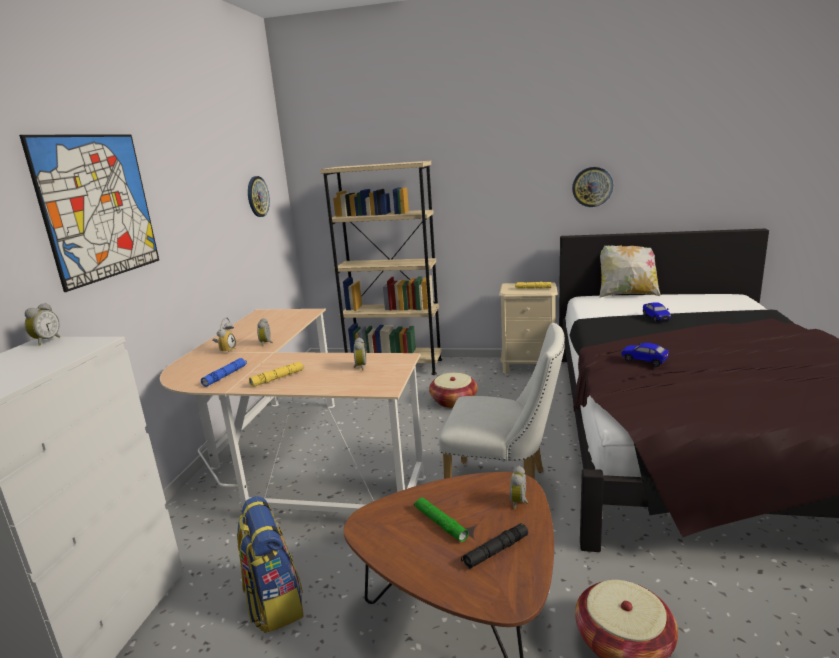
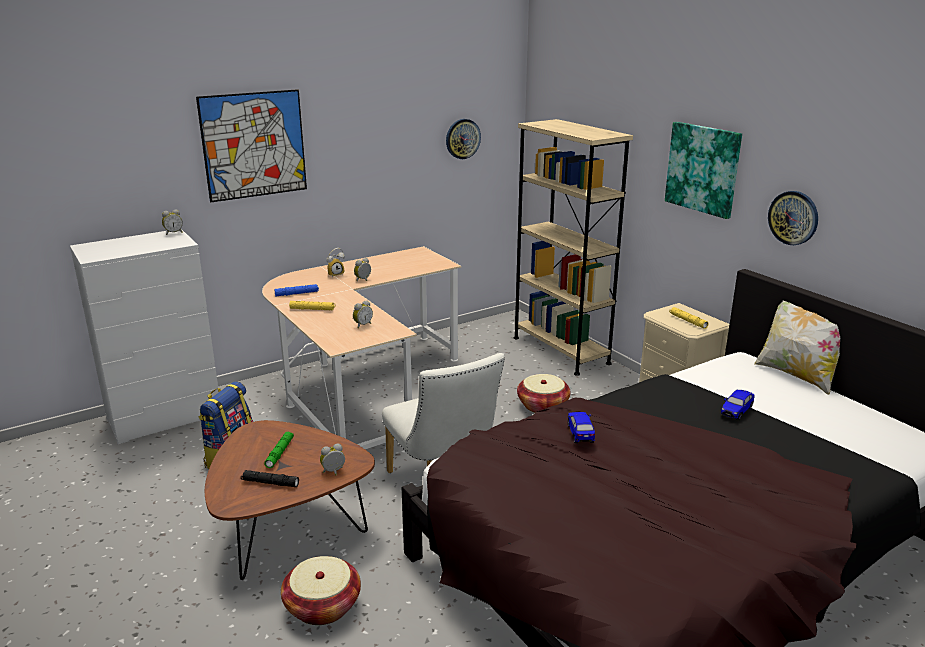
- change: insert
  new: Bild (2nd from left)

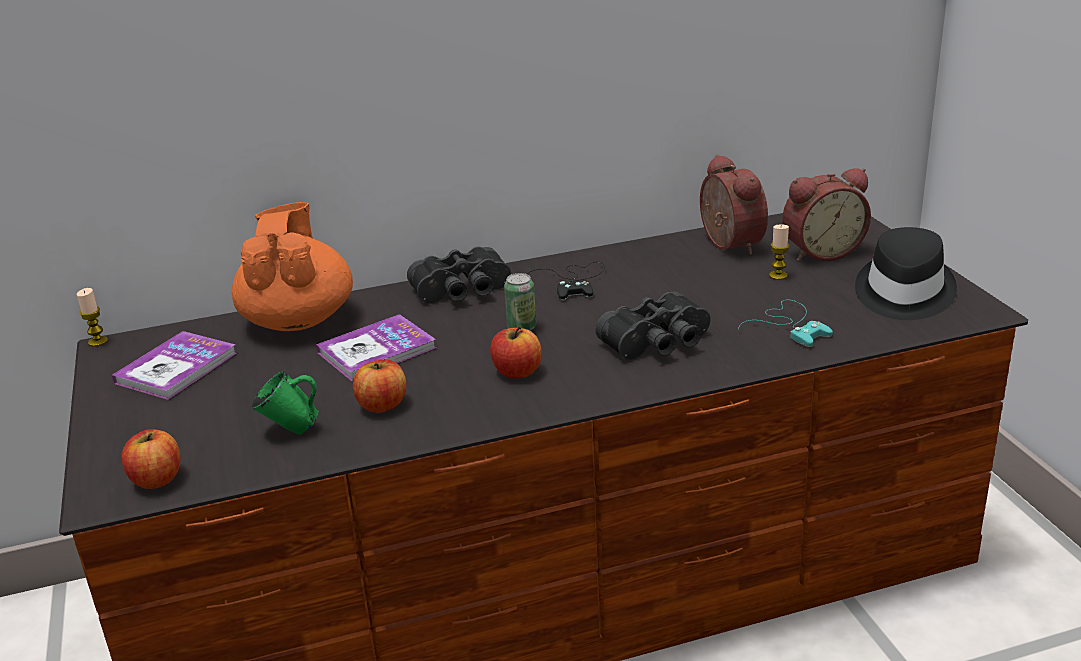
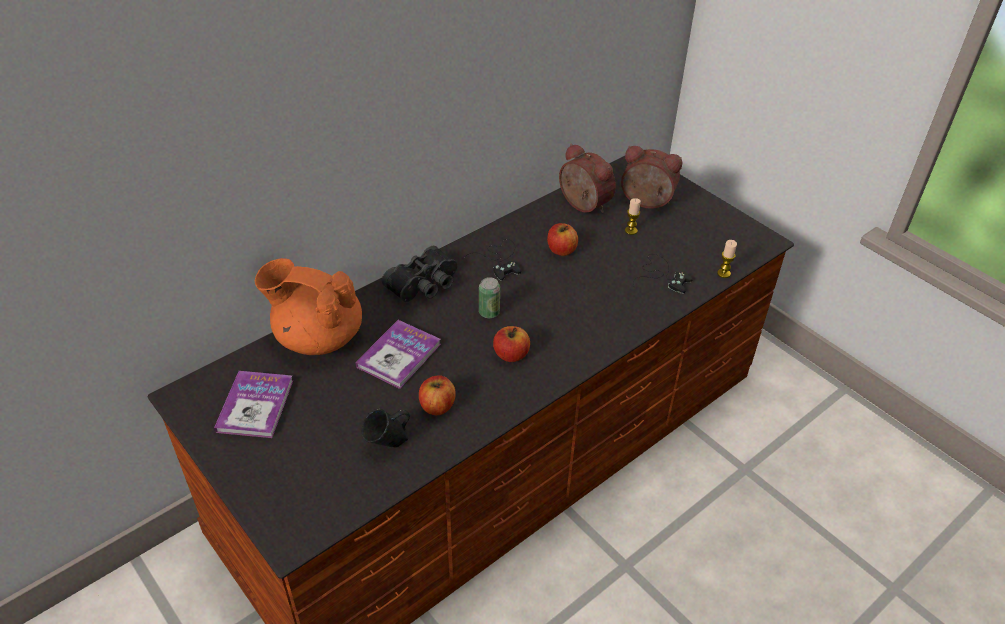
- change: rotate
  old: Teekanne (orange)
  degrees: -45
- change: recolor
  old: Henkelbecher (grün)
  new: Henkelbecher (schwarz)
- change: move
  old: Apfel (1st from left in the first image)
  new: Apfel (3rd from left)
- change: rotate
  old: Wecker (2nd from left)
  degrees: -120
- change: recolor
  old: Gamepad (türkis)
  new: Gamepad (schwarz) (2nd from left)
- change: move
  old: Kerze (1st from left in the first image)
  new: Kerze (2nd from left)
- change: delete
  old: Fernglas (schwarz) (2nd from left)
- change: delete
  old: Hut (schwarz)

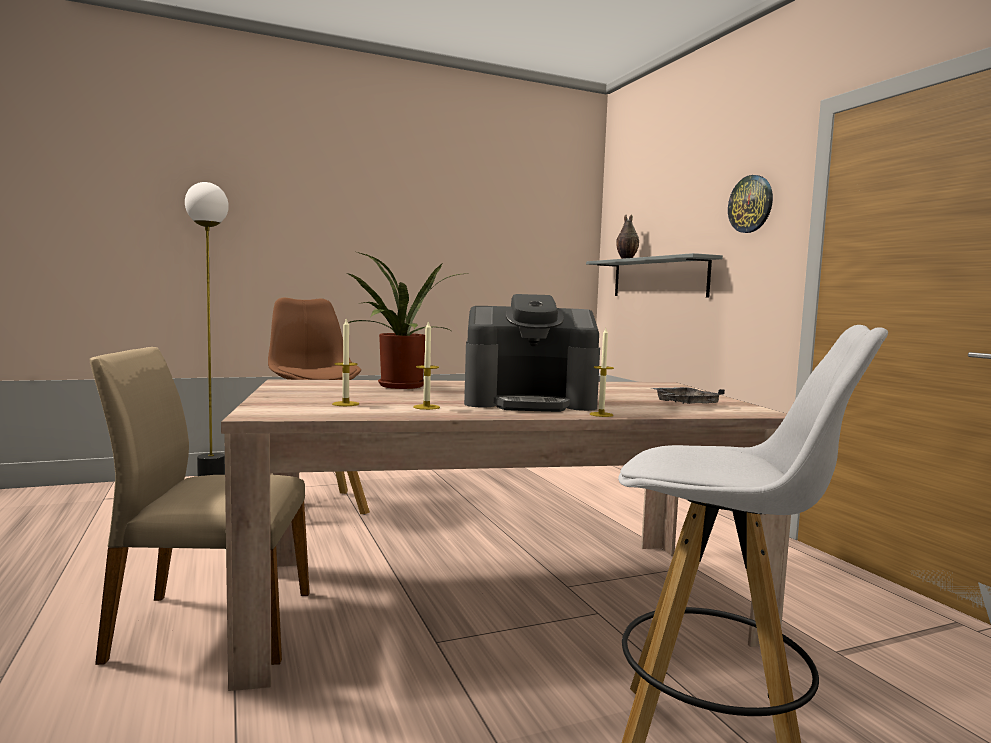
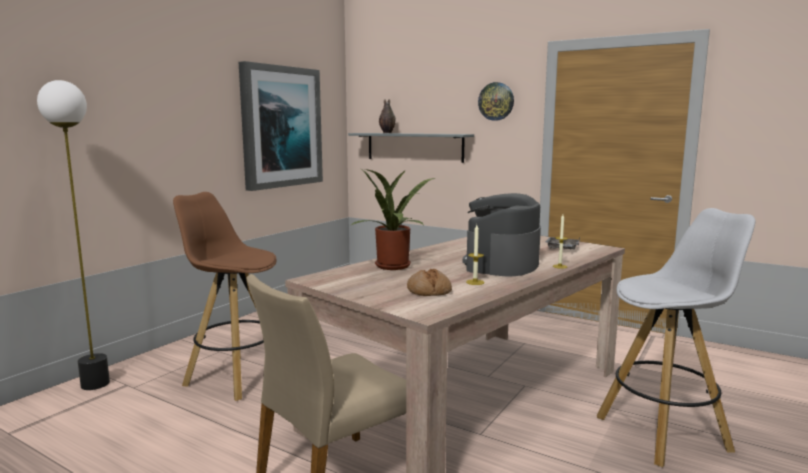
- change: insert
  new: Bild
- change: replace
  old: Kerze (1st from left)
  new: Brot
- change: rotate
  old: Kaffeemaschine
  degrees: 150

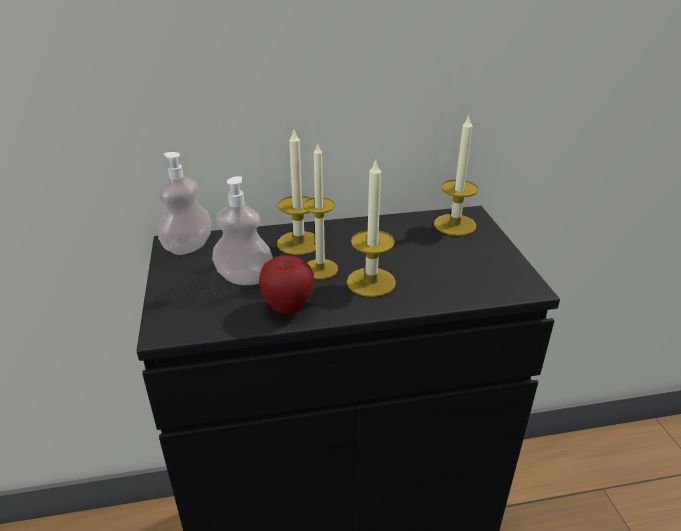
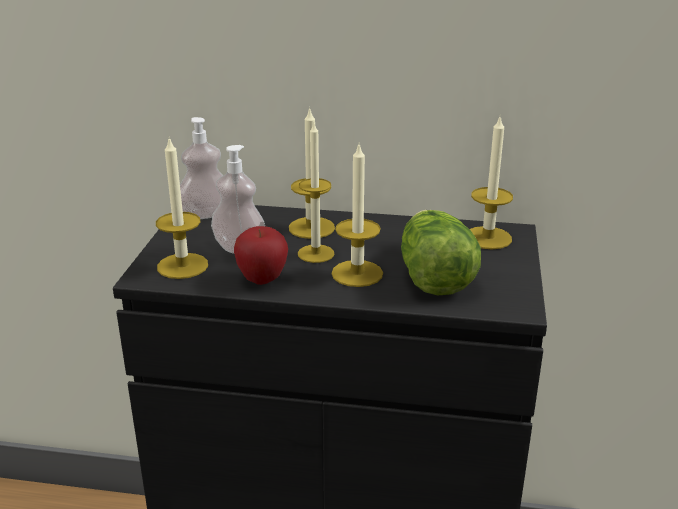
- change: insert
  new: Kerze (1st from left)
- change: insert
  new: Salatkopf

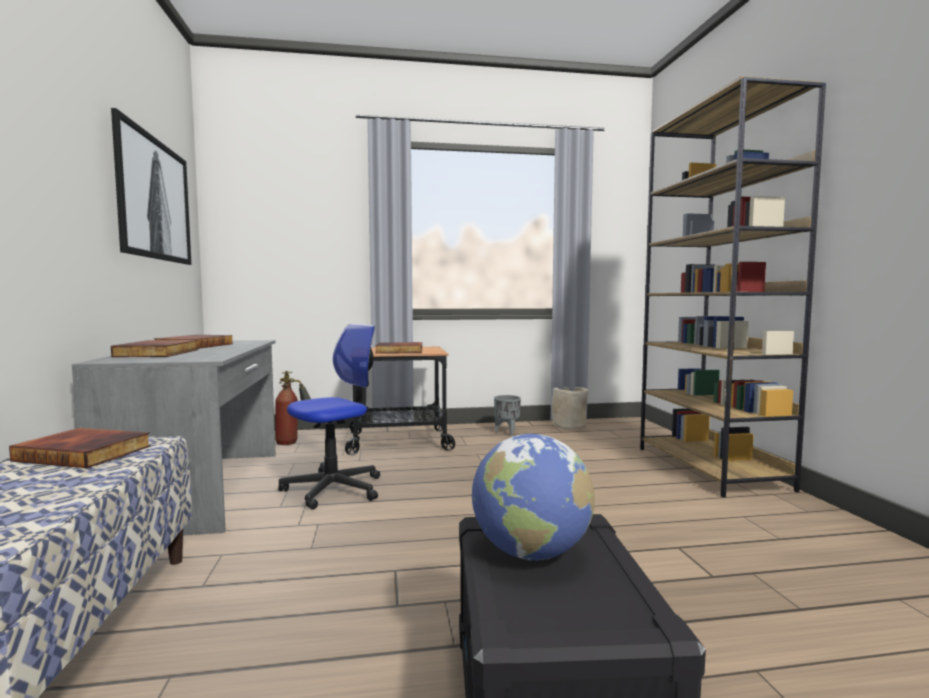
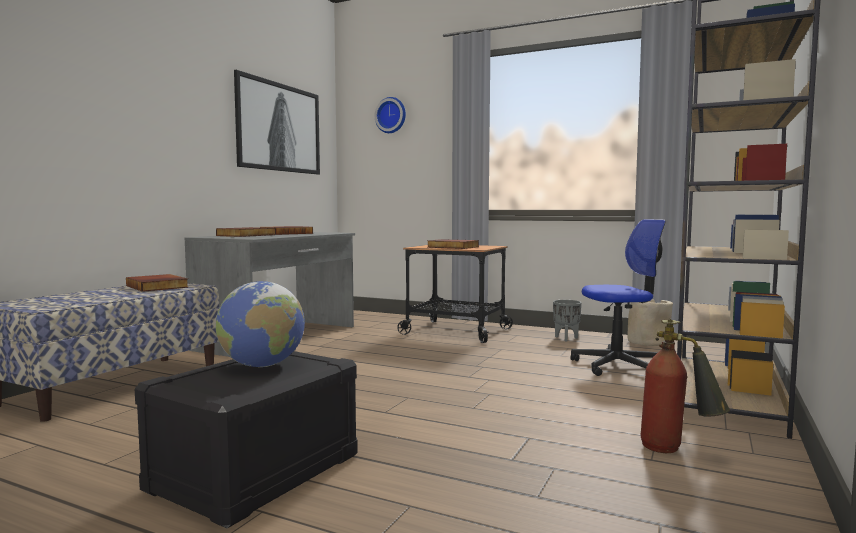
- change: insert
  new: Wanduhr
- change: move
  old: Bürostuhl
- change: move
  old: Feuerlöscher

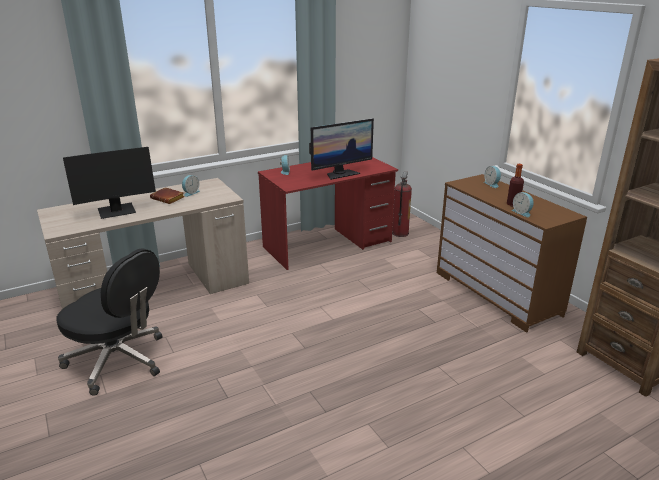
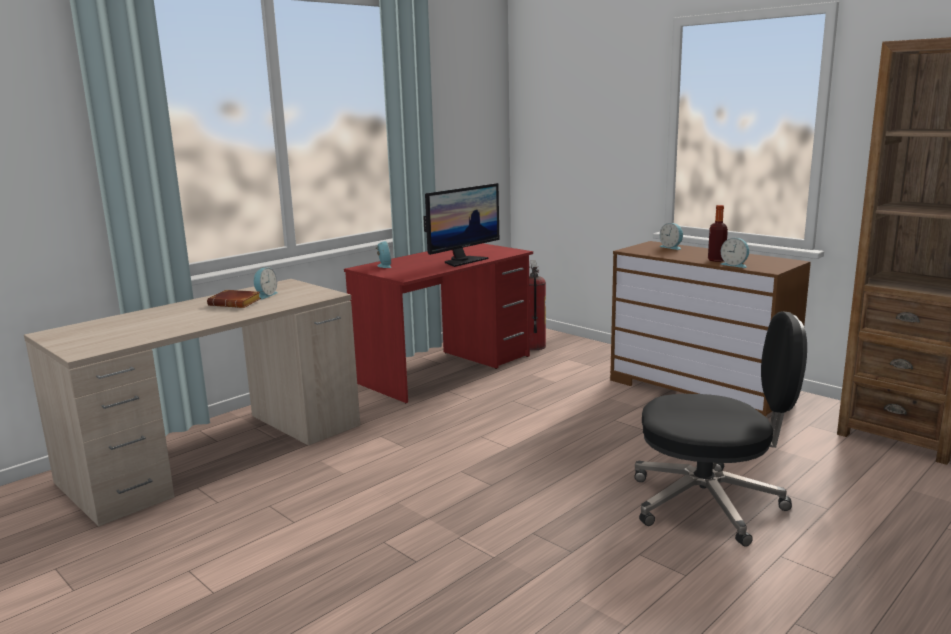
- change: move
  old: Bürostuhl (schwarz)
- change: delete
  old: Monitor (1st from left)

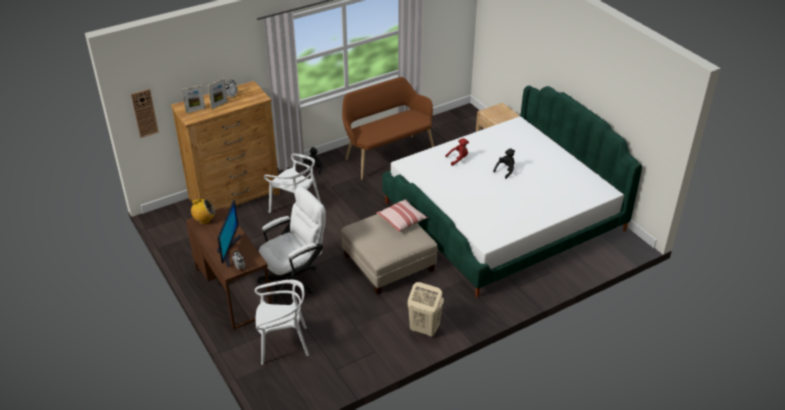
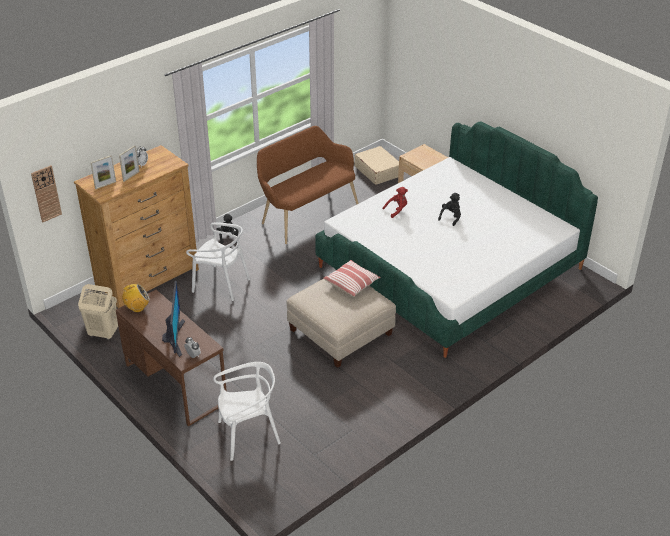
- change: move
  old: Wäschekorb (beige)
- change: insert
  new: Koffer (beige)
- change: delete
  old: Bürostuhl (weiß)

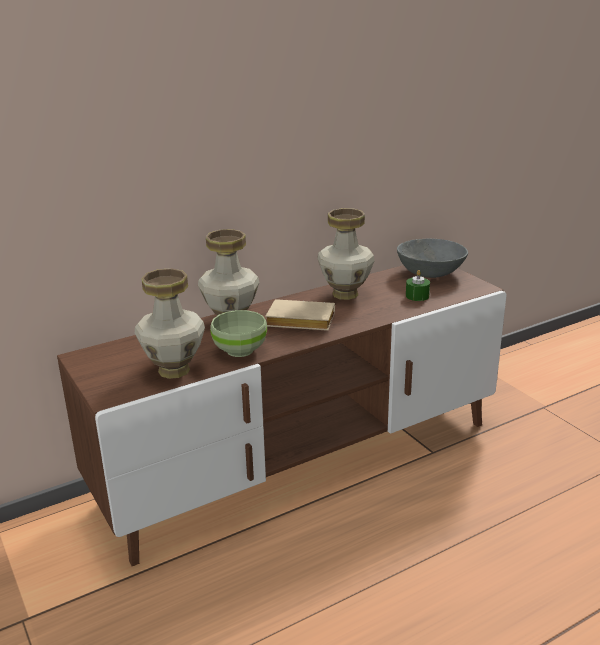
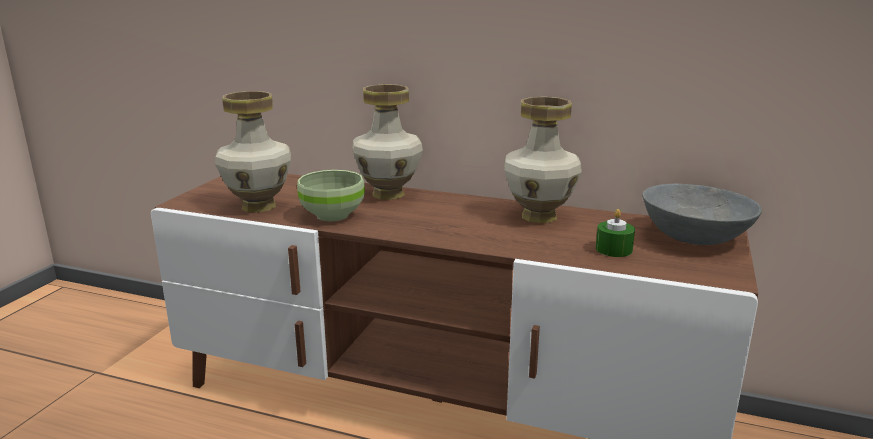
- change: delete
  old: Buch (beige)

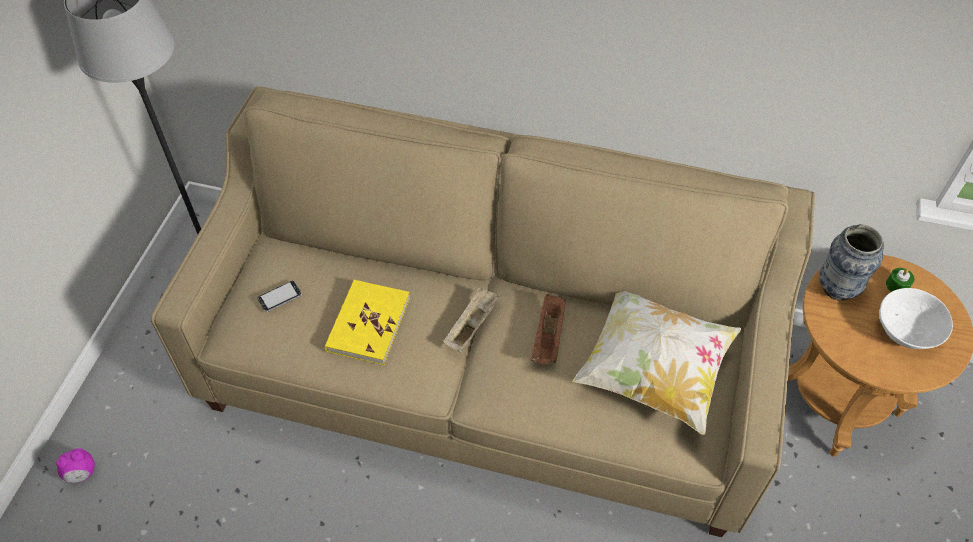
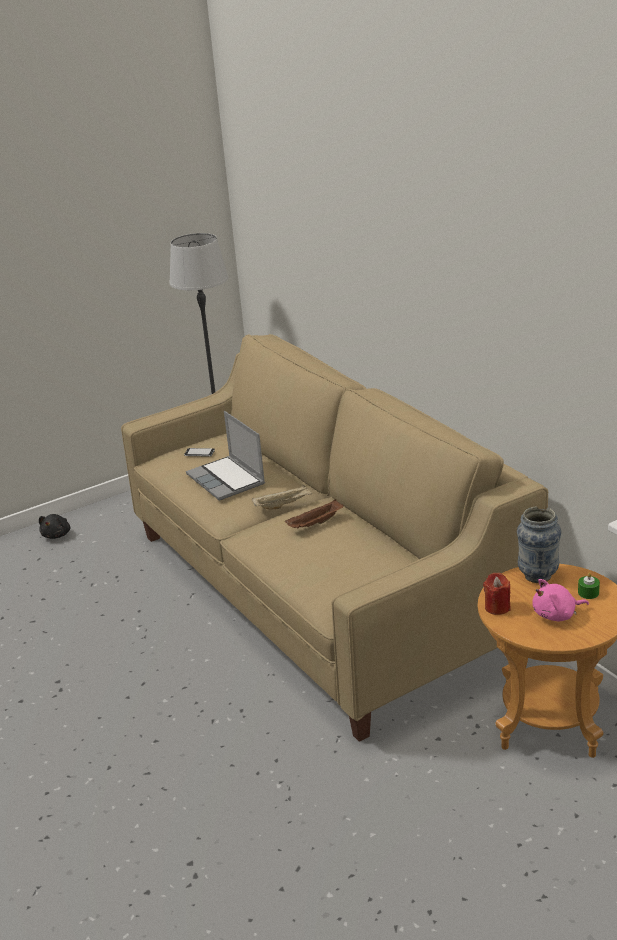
- change: replace
  old: Wecker
  new: Plüschtier (schwarz)
- change: replace
  old: Buch (gelb)
  new: Laptop
- change: insert
  new: Kerze (rot)
- change: replace
  old: Schüssel (weiß)
  new: Plüschtier (rosa)
- change: delete
  old: Kissen

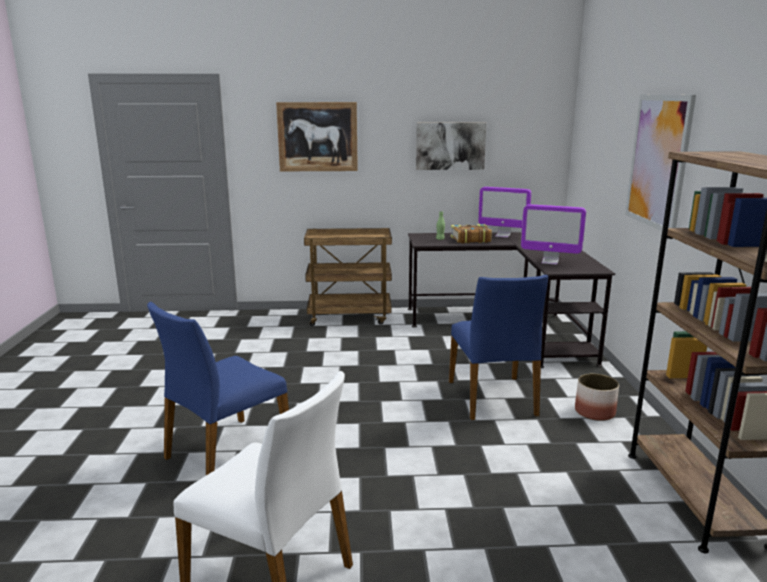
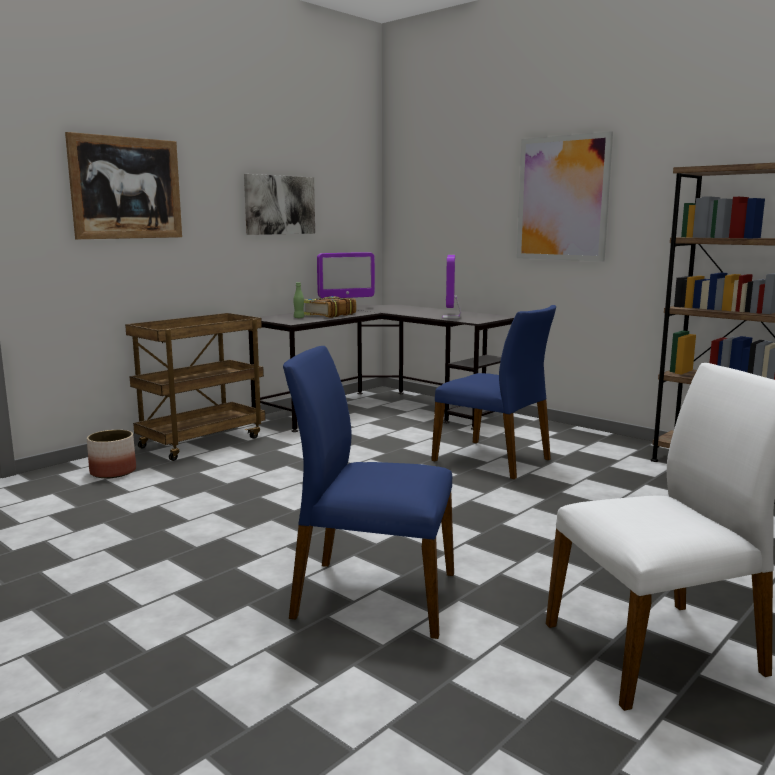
- change: move
  old: Pflanzkübel
- change: rotate
  old: Stuhl (blau) (1st from left)
  degrees: 105
- change: rotate
  old: Monitor (2nd from left)
  degrees: 120

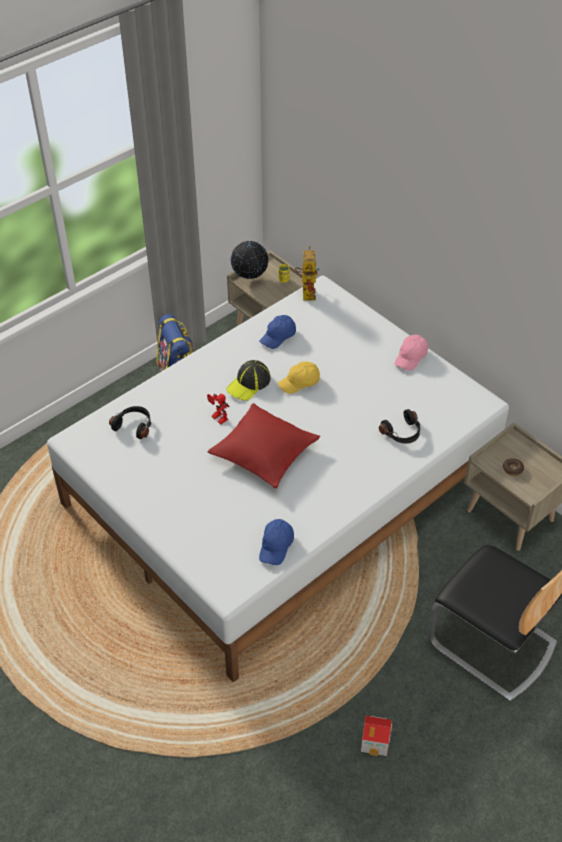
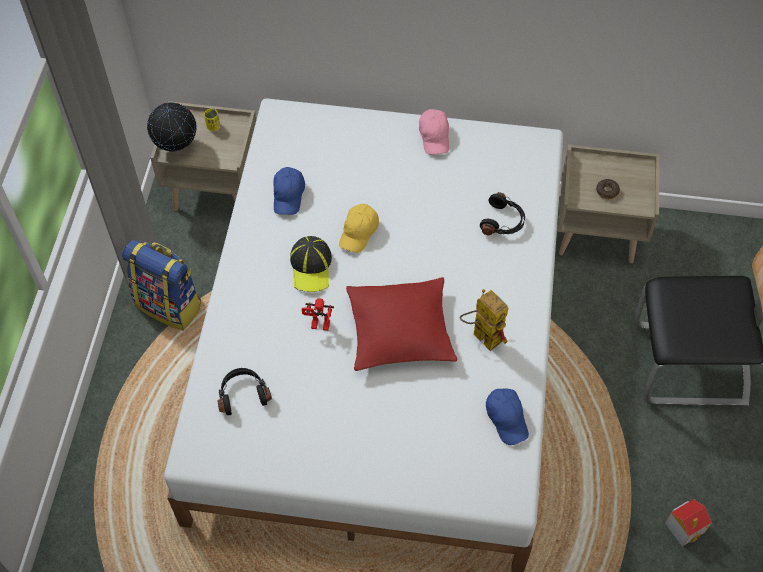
- change: move
  old: Spielzeugroboter (2nd from left)

